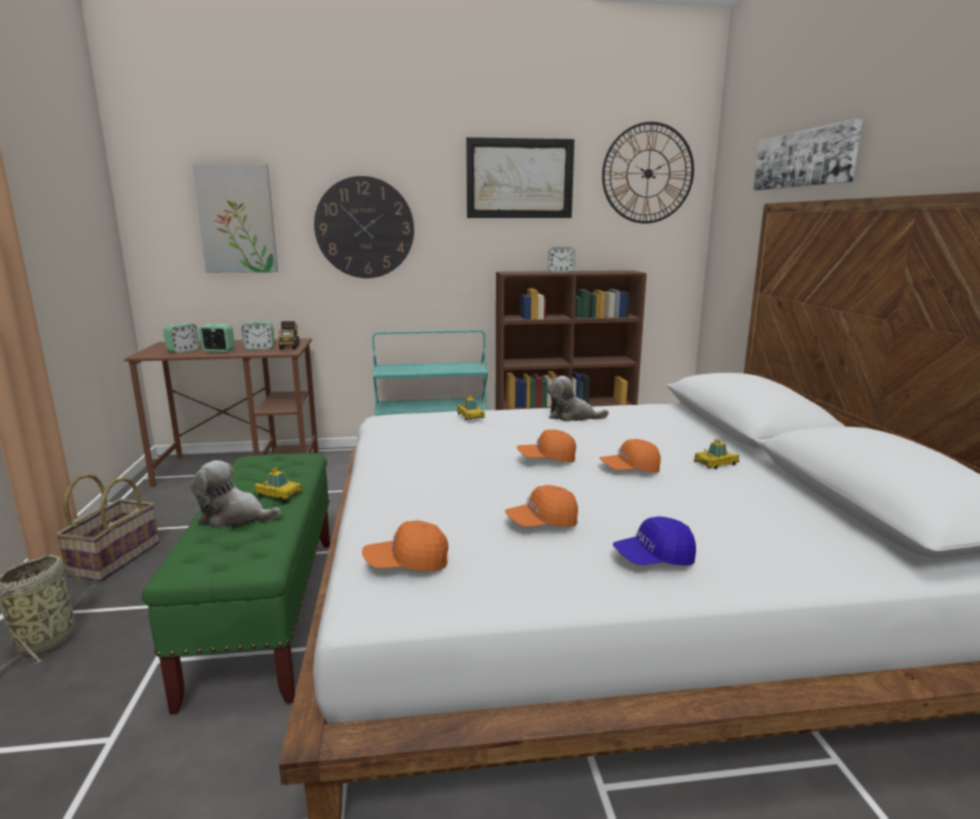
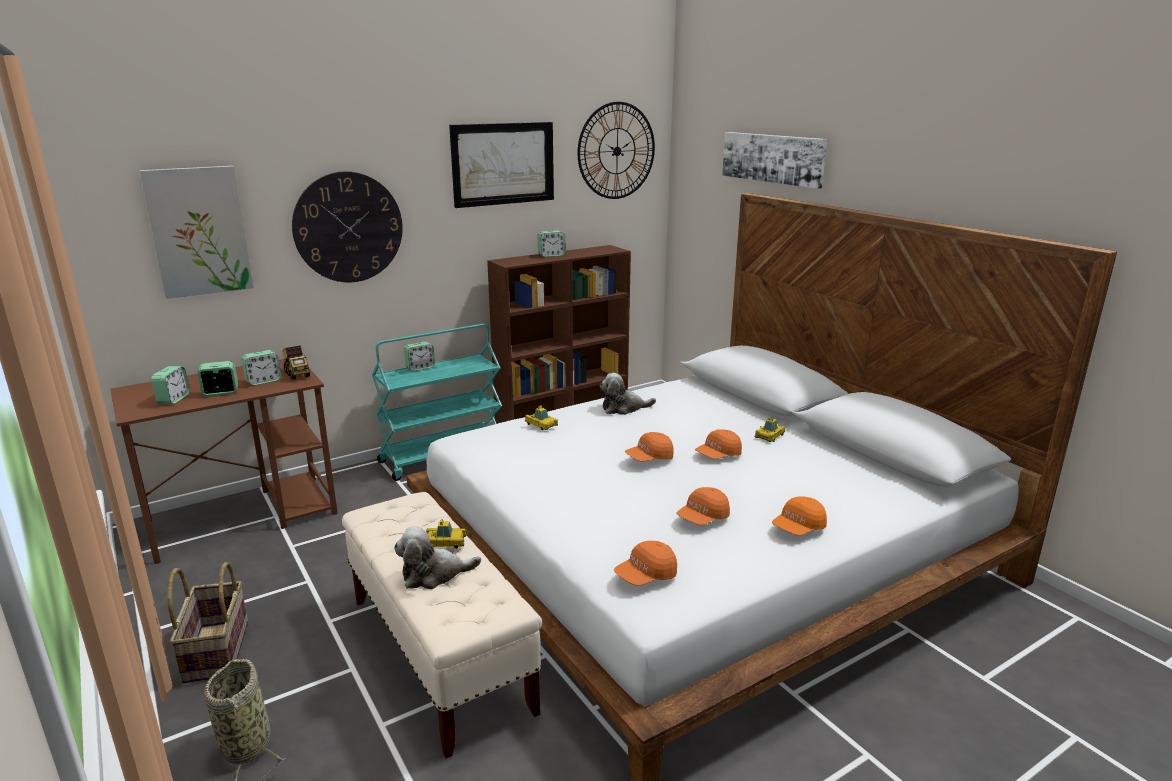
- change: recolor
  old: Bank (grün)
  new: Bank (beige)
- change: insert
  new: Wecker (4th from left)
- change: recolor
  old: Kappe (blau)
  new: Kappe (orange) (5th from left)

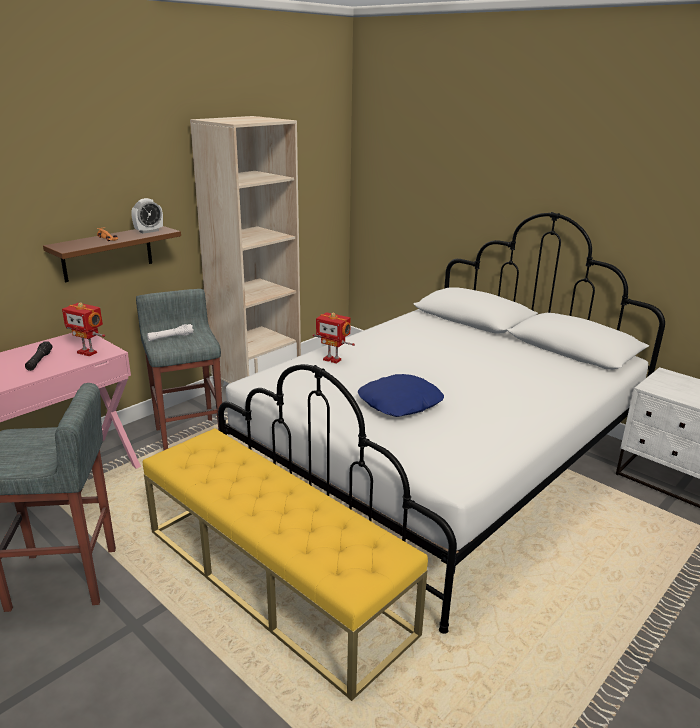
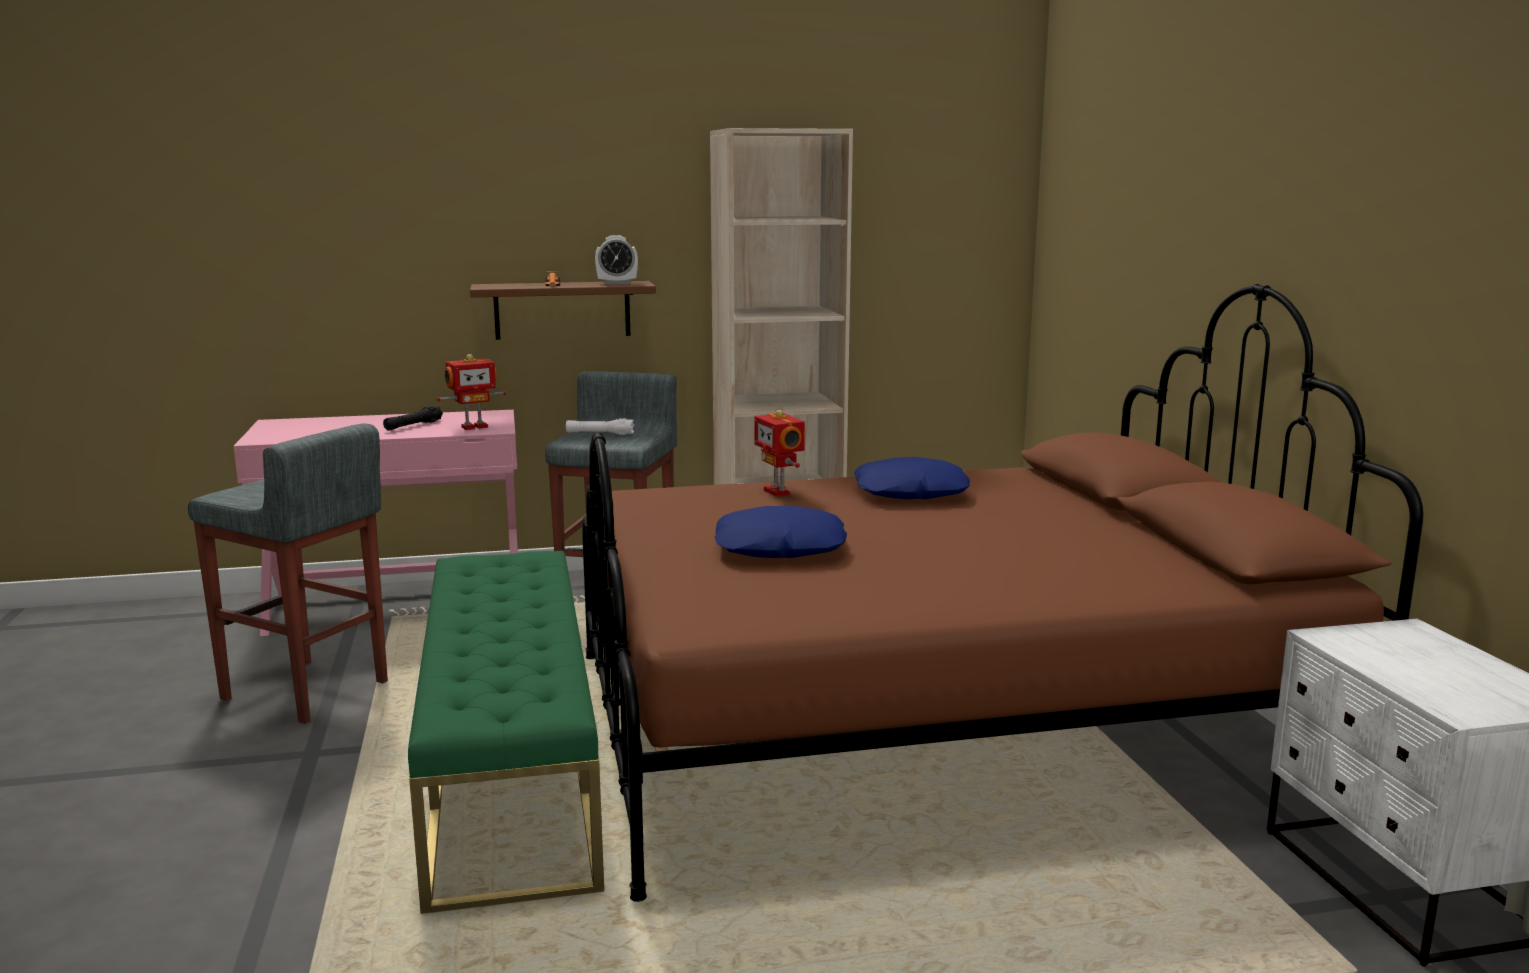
- change: recolor
  old: Bank (gelb)
  new: Bank (grün)
- change: rotate
  old: Spielzeugroboter (1st from left)
  degrees: -90
- change: recolor
  old: Bett (weiß)
  new: Bett (braun)
- change: insert
  new: Kissen (blau) (2nd from left)

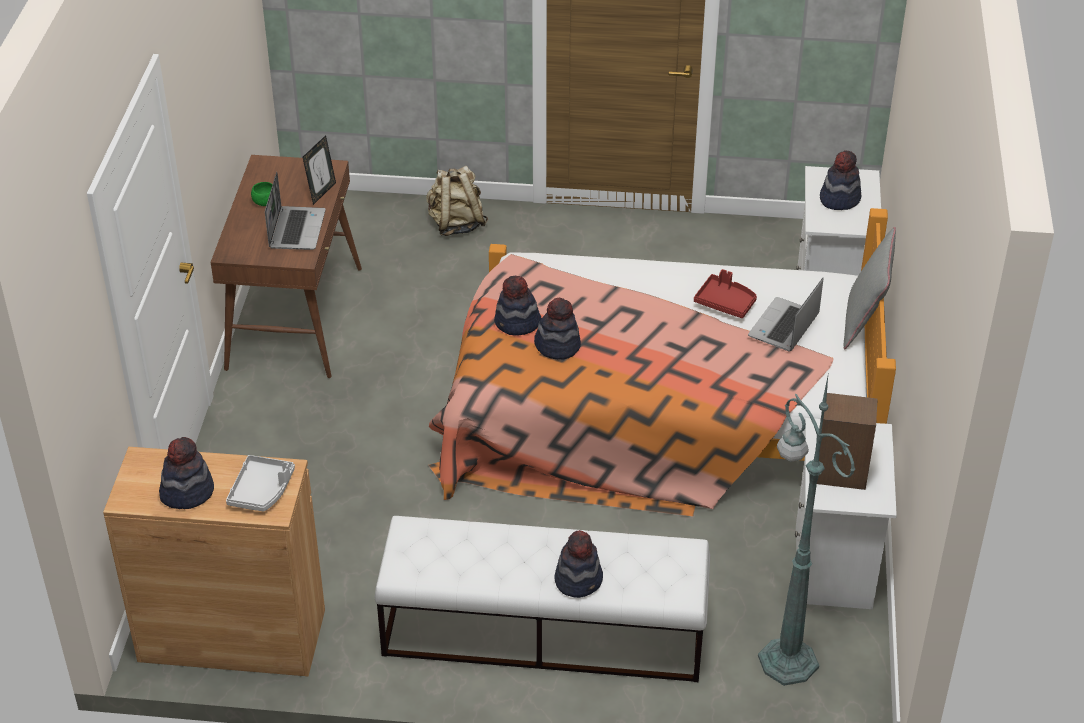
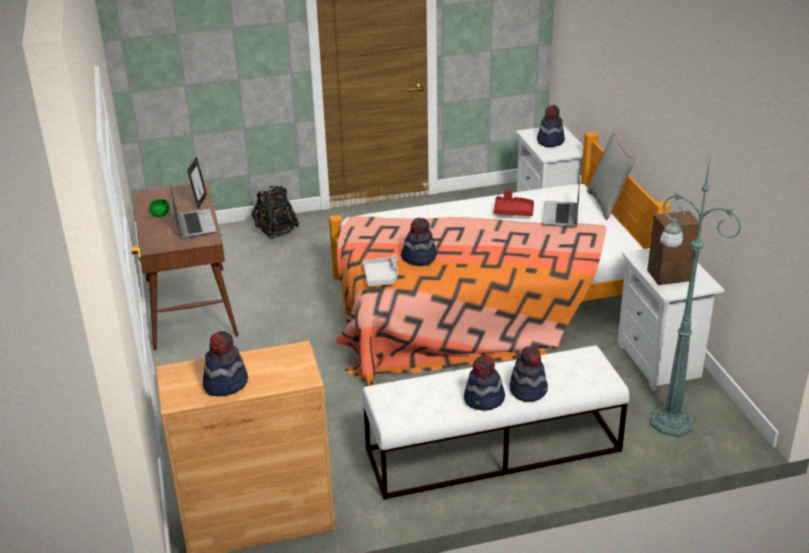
- change: recolor
  old: Rucksack (beige)
  new: Rucksack (schwarz)
- change: move
  old: Tablett (grau)
- change: move
  old: Hut (2nd from left in the first image)
  new: Hut (3rd from left)

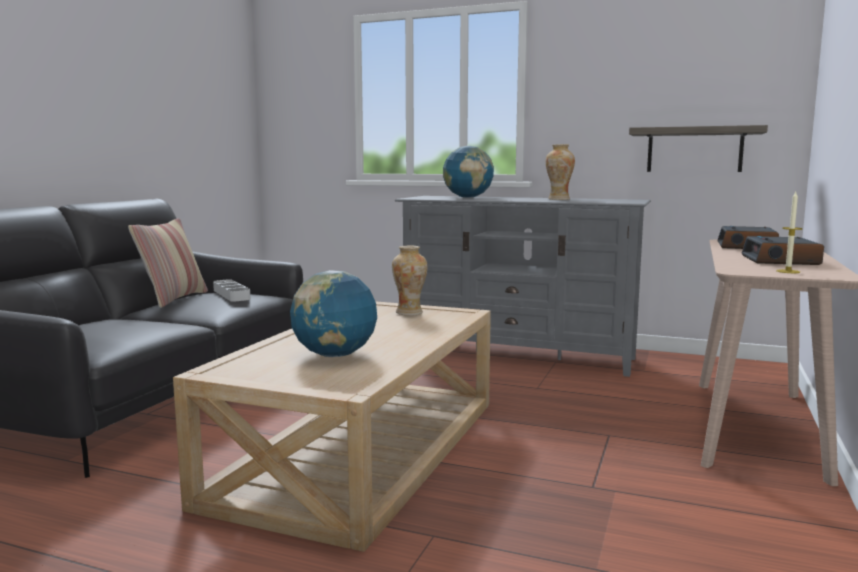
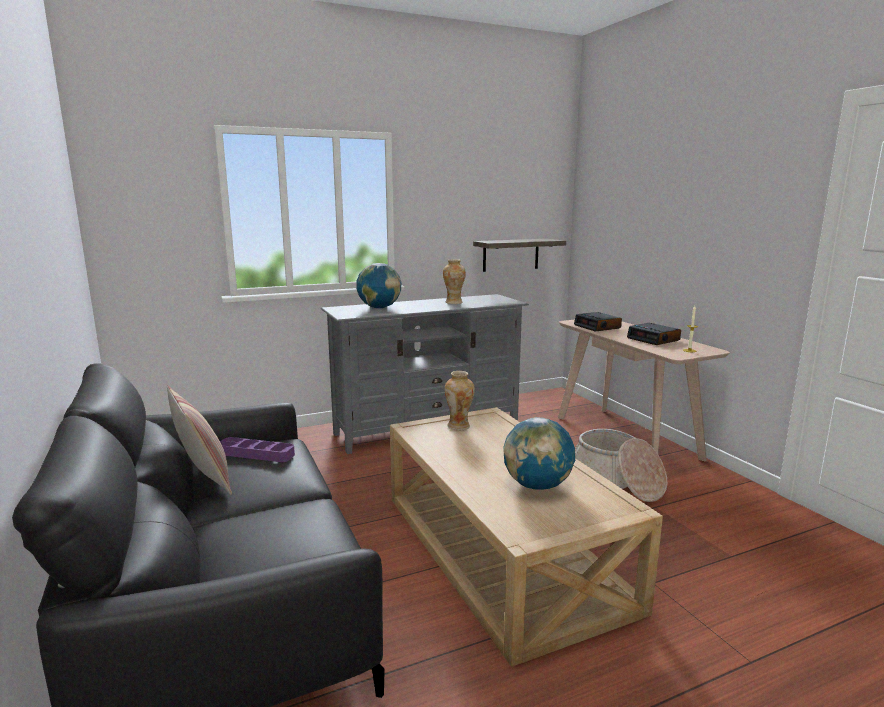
- change: recolor
  old: Tablett (grau)
  new: Tablett (lila)
- change: insert
  new: Korb

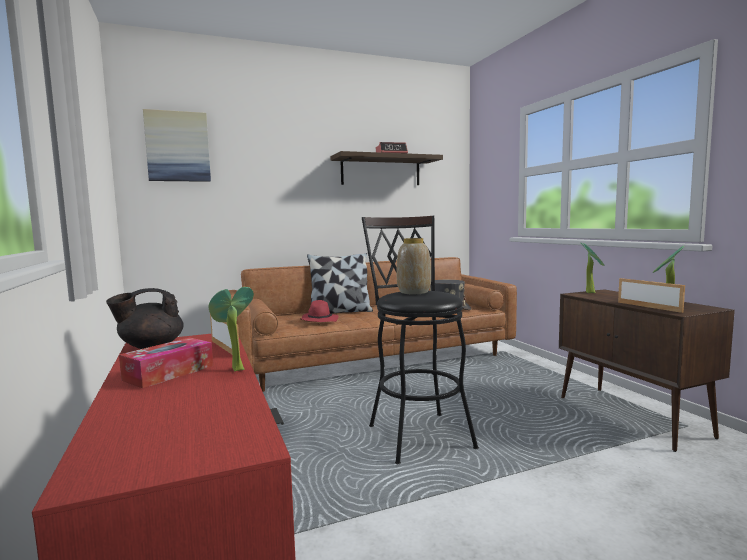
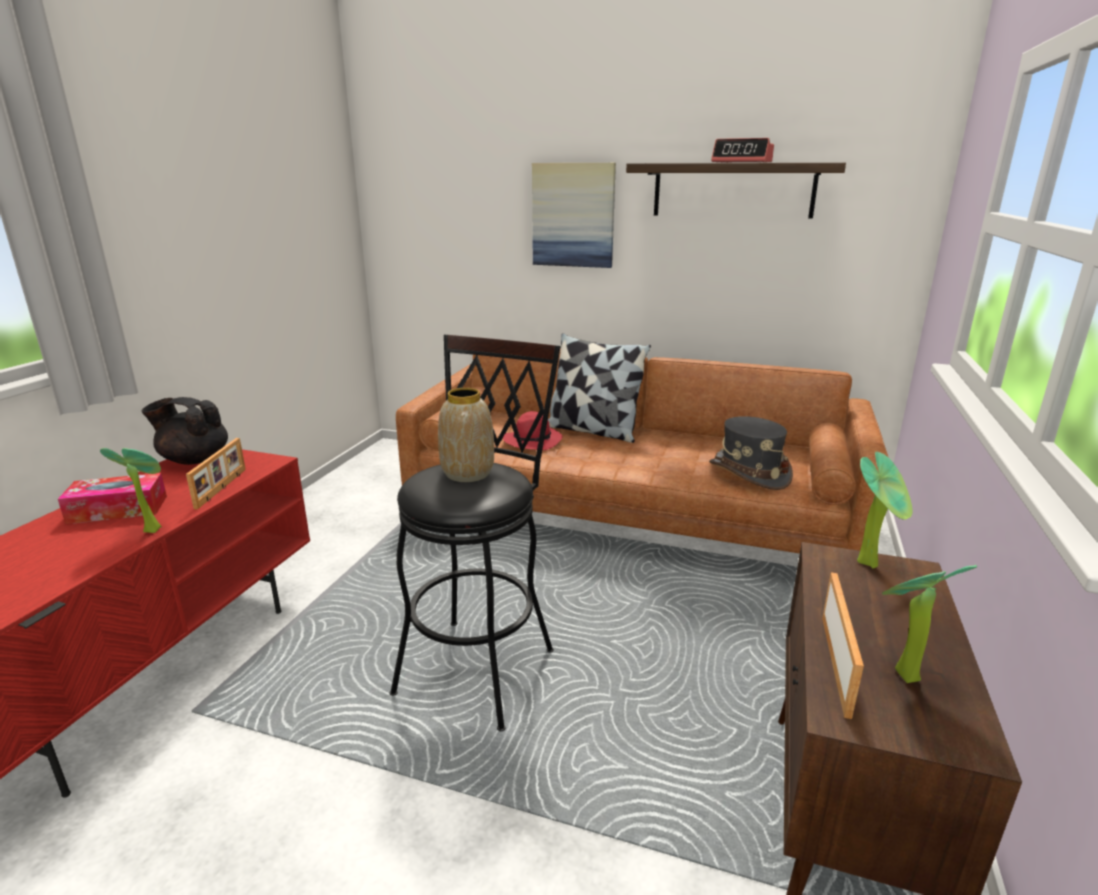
- change: move
  old: Bild

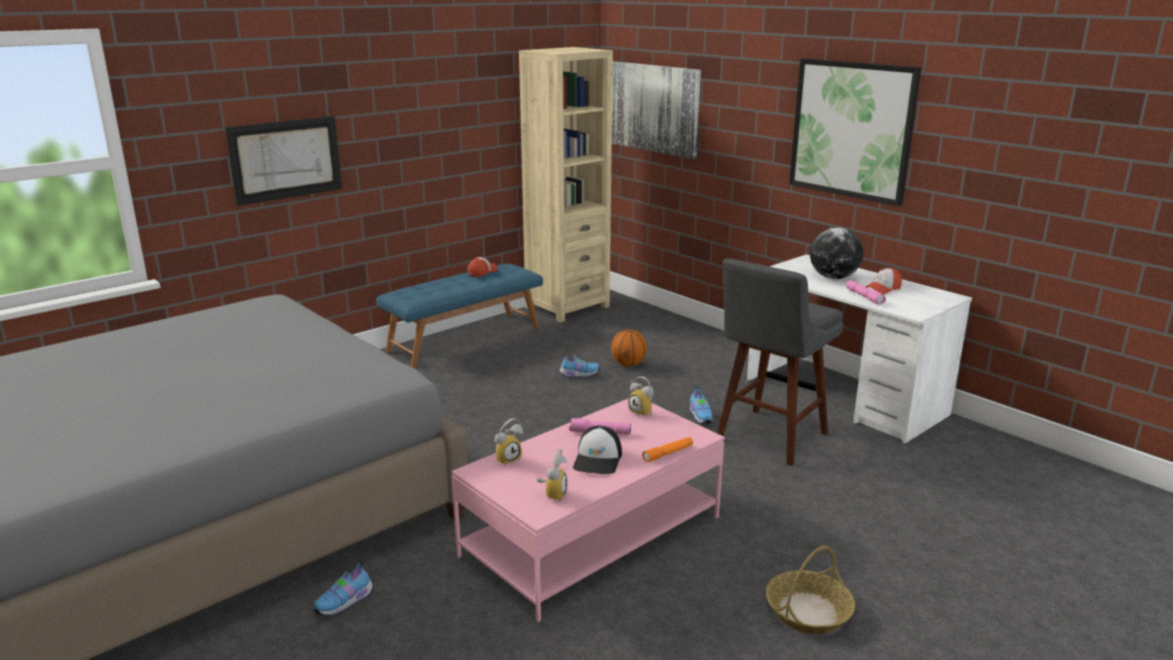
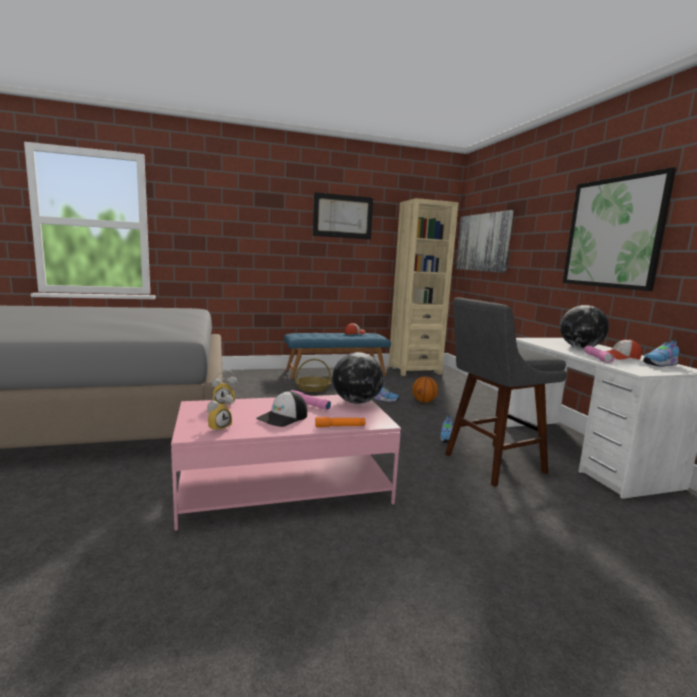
- change: move
  old: Korb
- change: move
  old: Bild (1st from left)
- change: replace
  old: Wecker (3rd from left)
  new: Globus (1st from left)
- change: move
  old: Schuh (1st from left in the first image)
  new: Schuh (3rd from left)

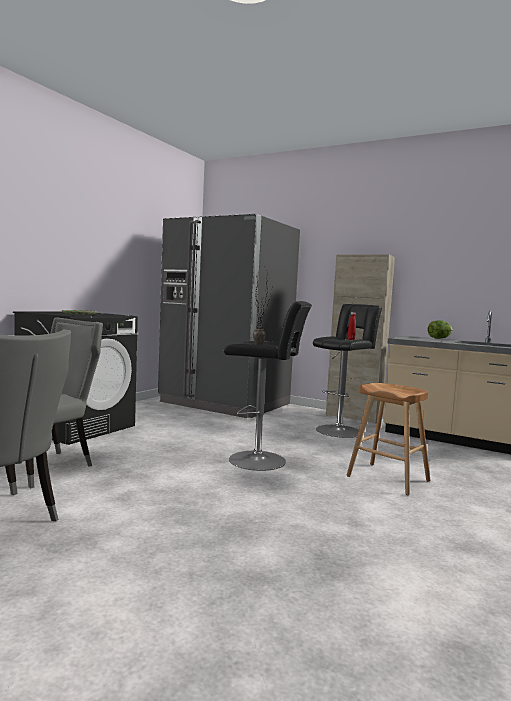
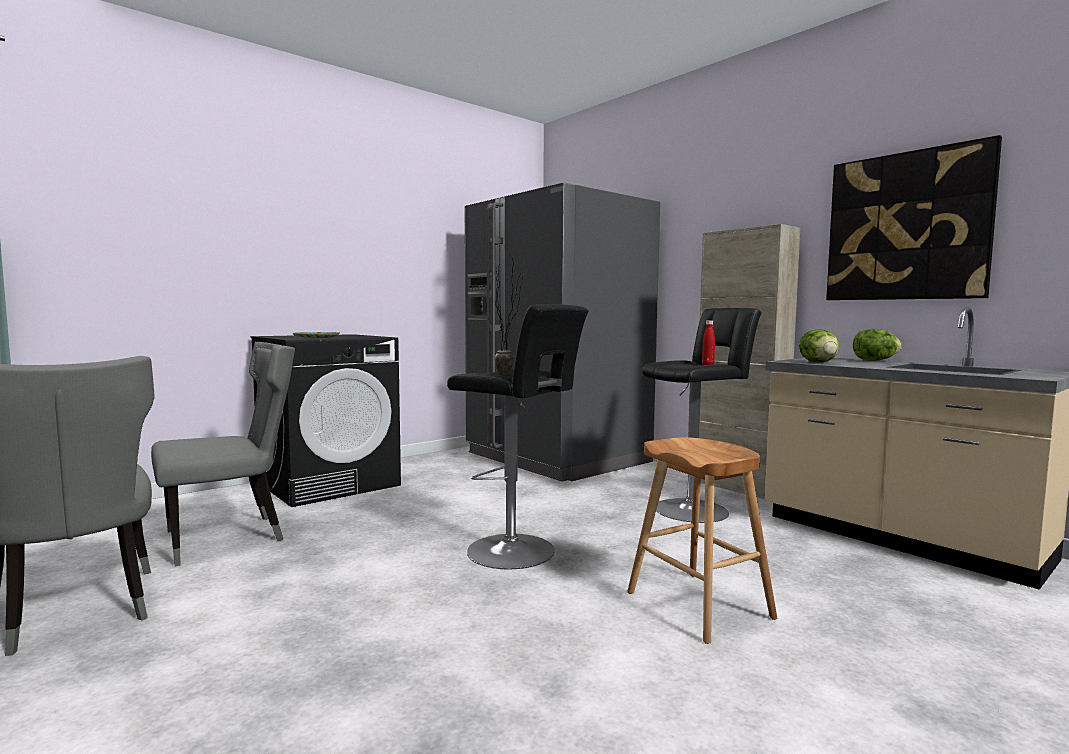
- change: insert
  new: Salatkopf (1st from left)
- change: insert
  new: Bild

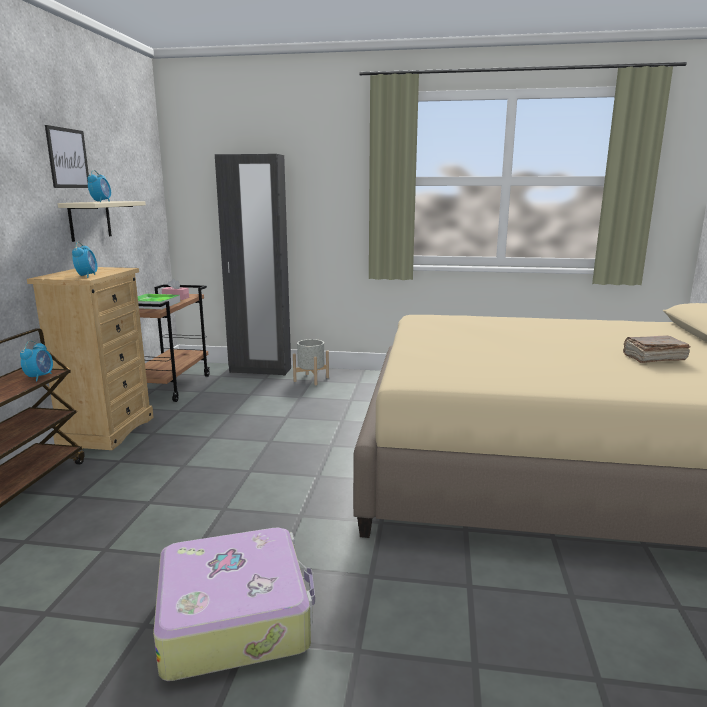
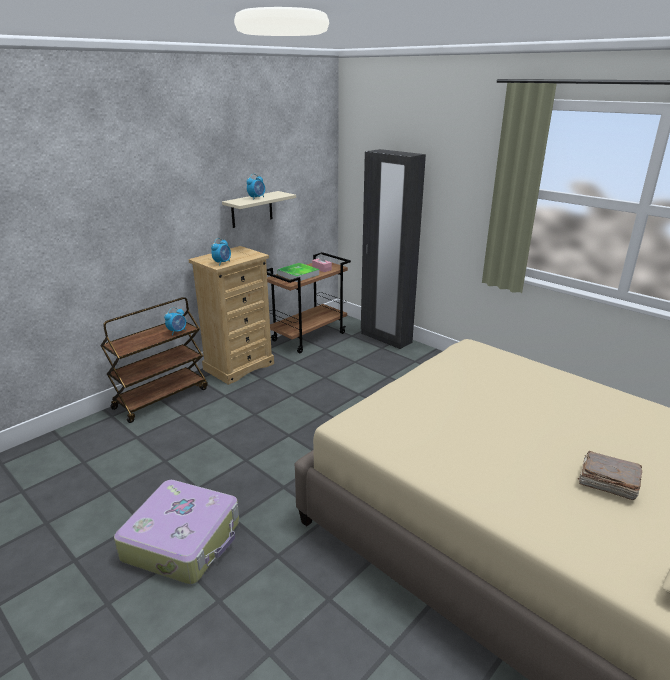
- change: delete
  old: Bild
- change: delete
  old: Pflanzkübel (grau)

